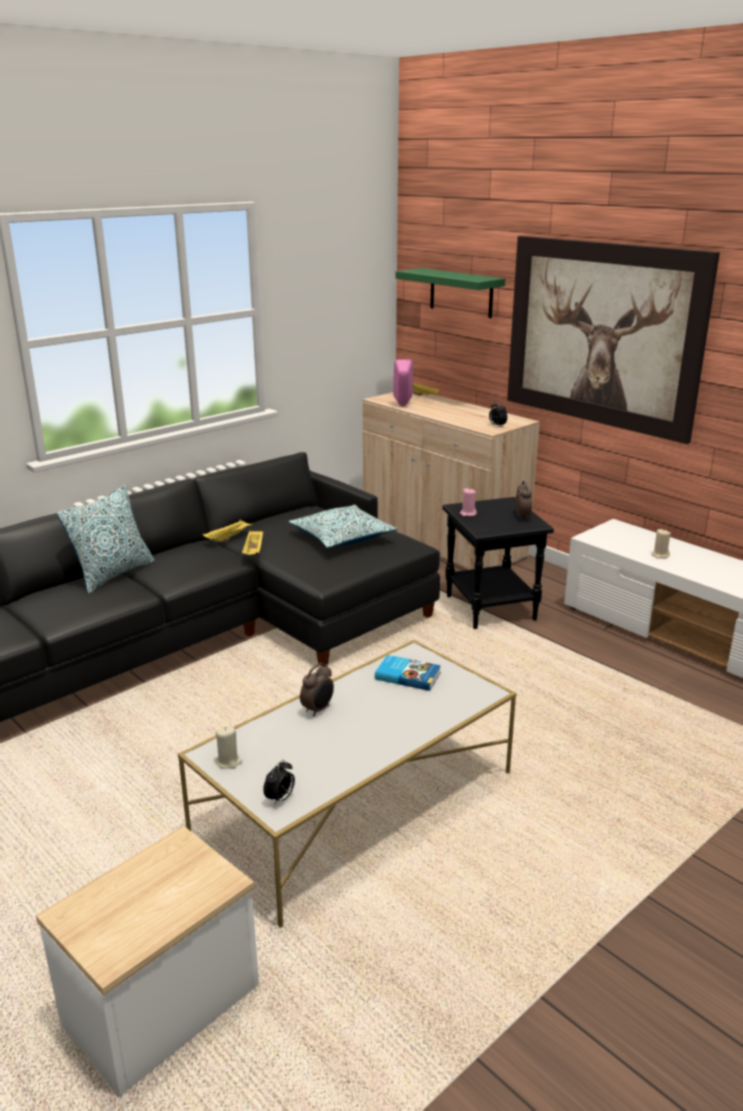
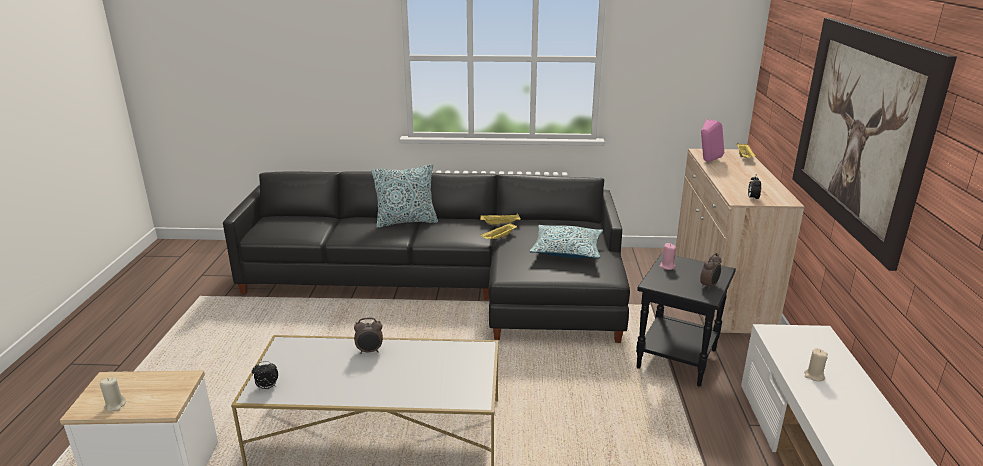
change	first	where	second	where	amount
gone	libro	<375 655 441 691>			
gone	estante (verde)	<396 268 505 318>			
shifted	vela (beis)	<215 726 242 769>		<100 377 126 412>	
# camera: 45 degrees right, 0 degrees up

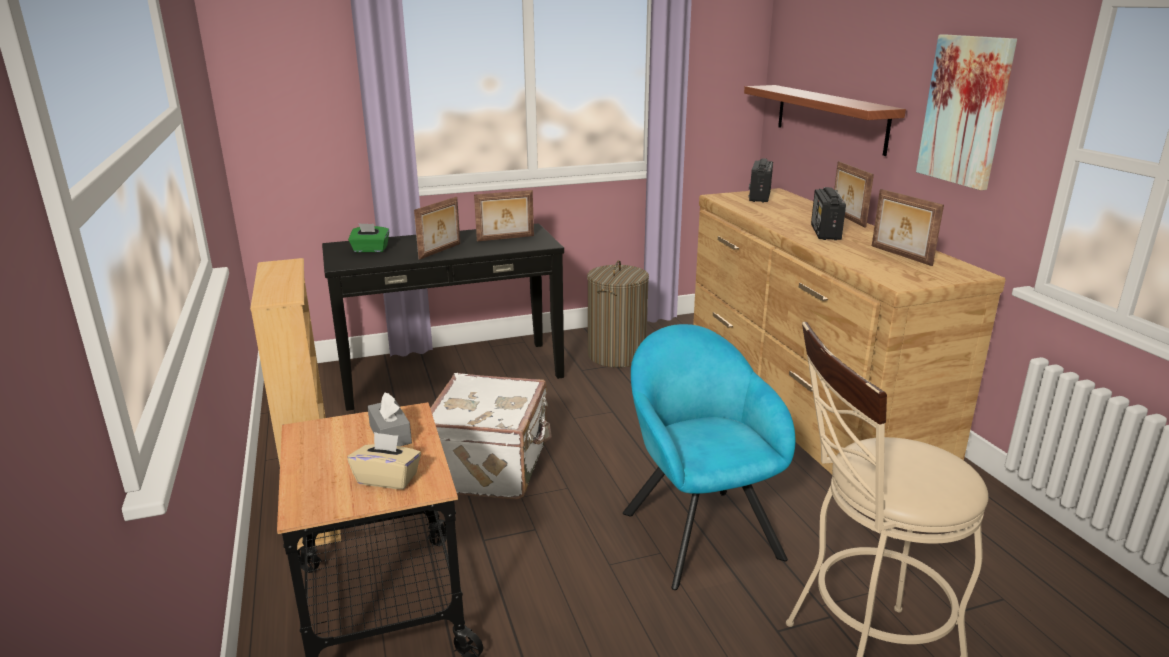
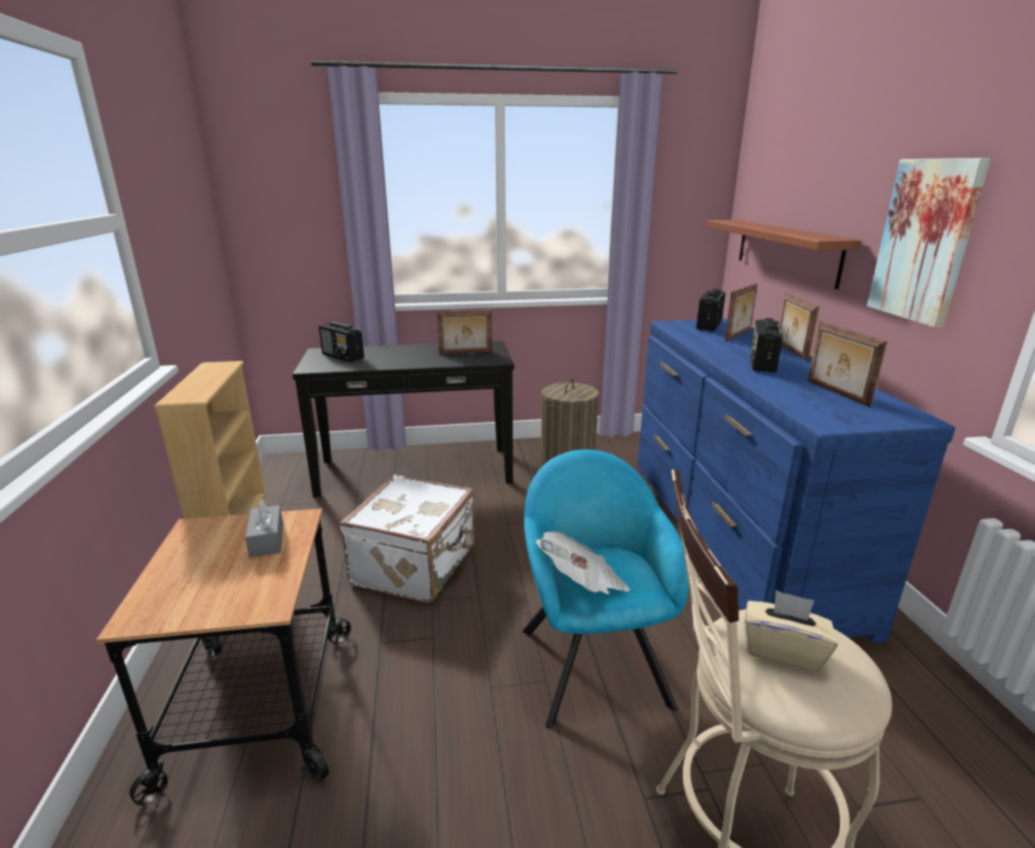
change	first	where	second	where	amount
new			periódico	<536 531 630 594>	
shifted	caja de pañuelos (beis)	<348 432 421 490>		<744 590 838 672>	
shifted	portarretratos	<414 197 460 260>		<725 283 757 341>	
swapped	caja de pañuelos (verde)	<348 223 389 252>	radio	<319 322 364 362>	
repainted	cómoda (marrón)	<693 188 1006 474>	cómoda (azul)	<638 319 955 643>	
# camera: 10 degrees right, 0 degrees up

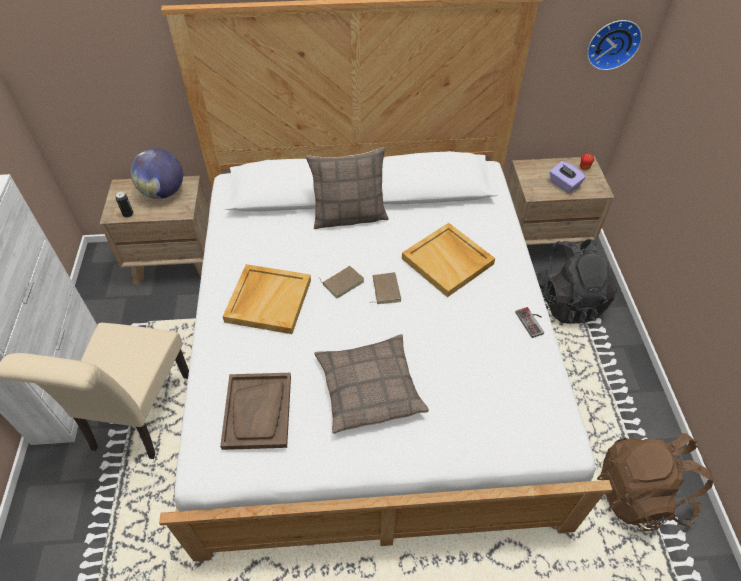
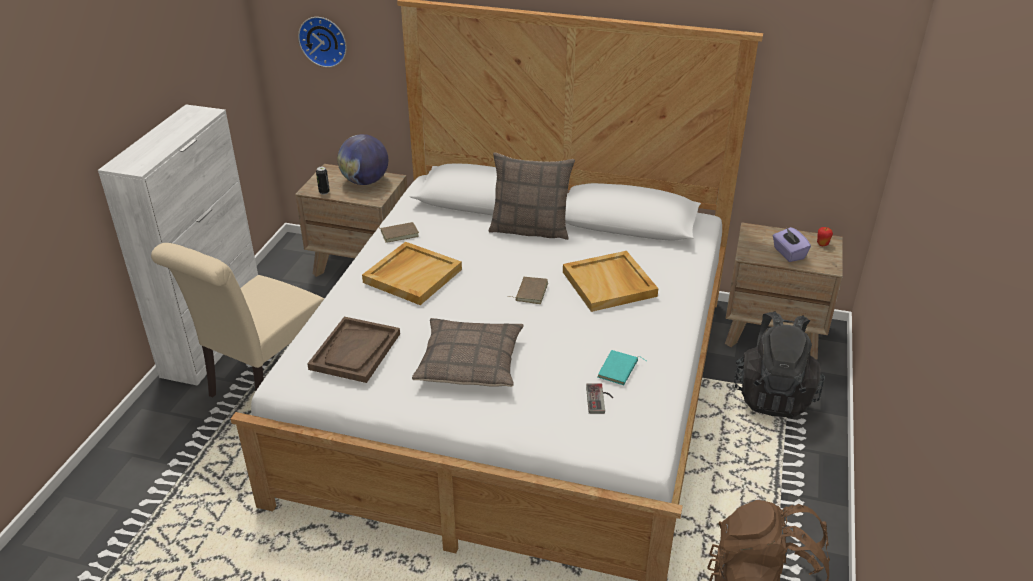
change	first	where	second	where	amount
new			libro (turquesa)	<597 350 646 385>	
shifted	libro (marrón)	<319 266 364 298>		<379 222 419 243>	
shifted	mando de consola	<515 307 544 338>		<586 383 613 414>	
shifted	reloj de pared	<587 20 642 70>		<298 17 347 67>	
# camera: 20 degrees right, 15 degrees down

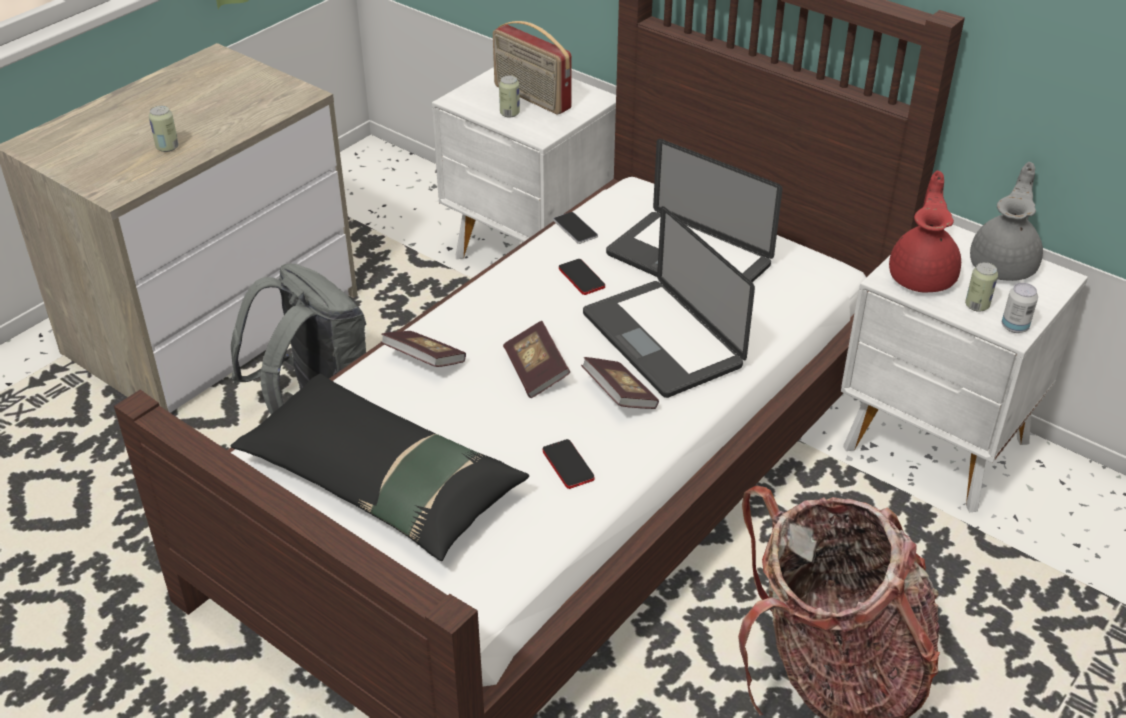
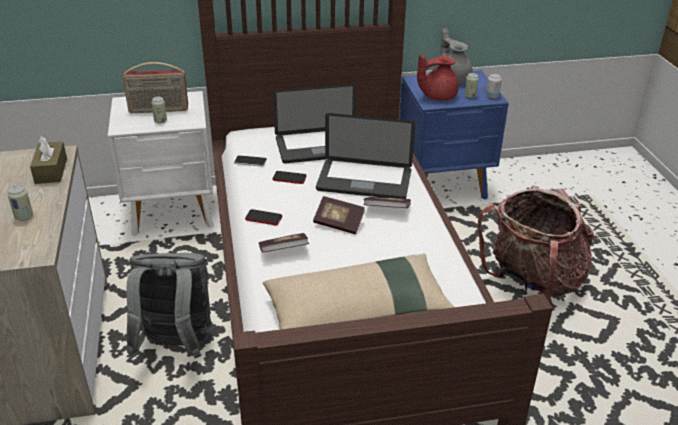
change	first	where	second	where	amount
new			caja de pañuelos (marrón)	<30 136 67 184>	
shifted	móvil	<543 439 594 489>		<245 209 282 225>	
repainted	cojín (negro)	<231 373 529 561>	cojín (beis)	<263 254 454 330>	
repainted	mesita de noche (blanco)	<841 225 1088 512>	mesita de noche (azul)	<399 70 509 200>	
rotated	tetera (rojo)	<889 170 961 292>		<417 55 459 101>	75 degrees counterclockwise
# camera: 50 degrees left, 5 degrees down

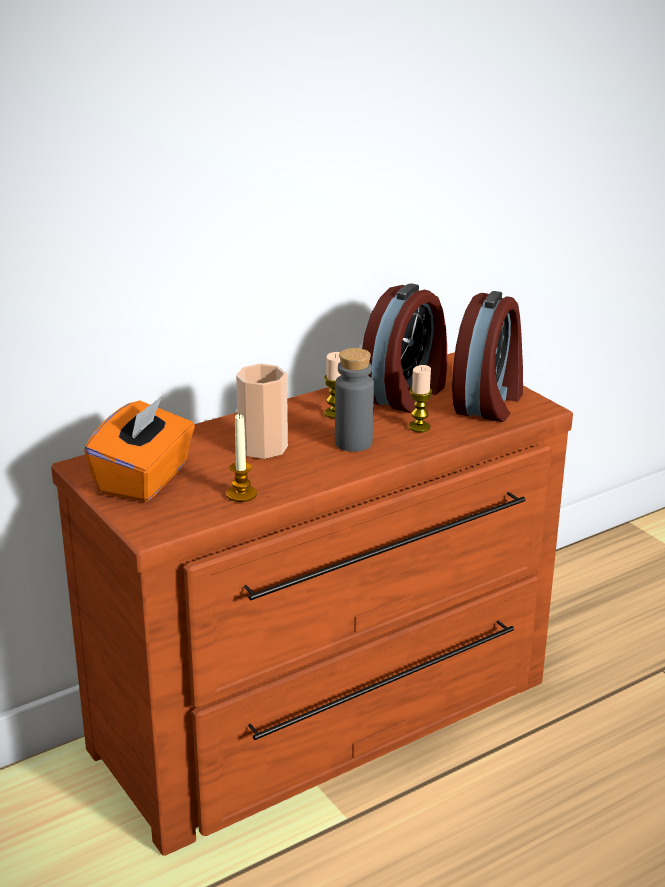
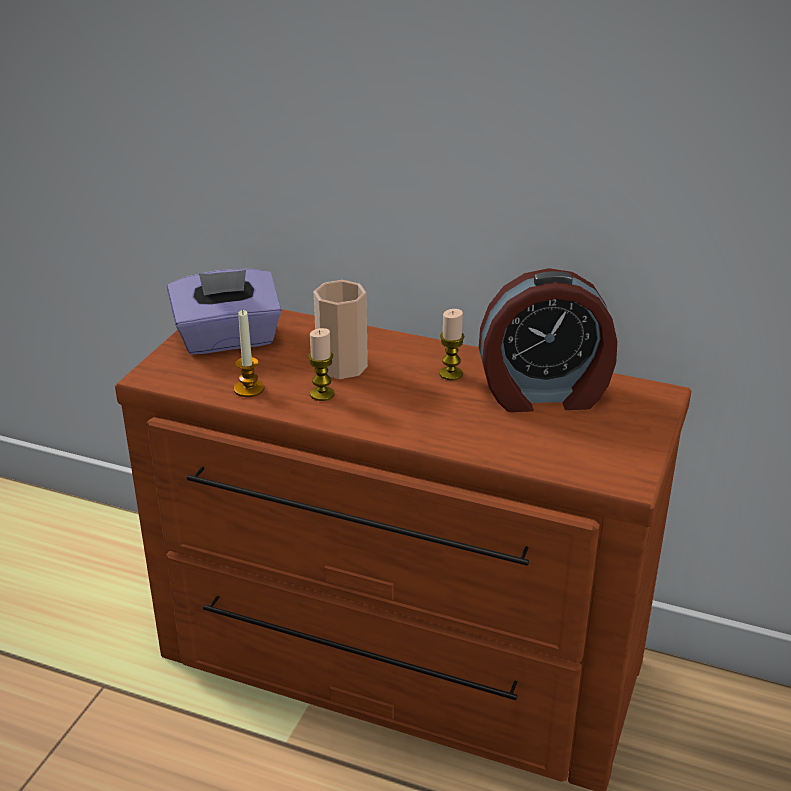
change	first	where	second	where	amount
gone	botella (gris)	<335 348 374 452>			
gone	despertador	<452 291 523 422>			
shifted	vela	<408 365 432 432>		<308 328 334 401>	
repainted	caja de pañuelos (naranja)	<84 396 195 502>	caja de pañuelos (morado)	<167 269 282 354>	
# camera: 55 degrees right, 5 degrees up

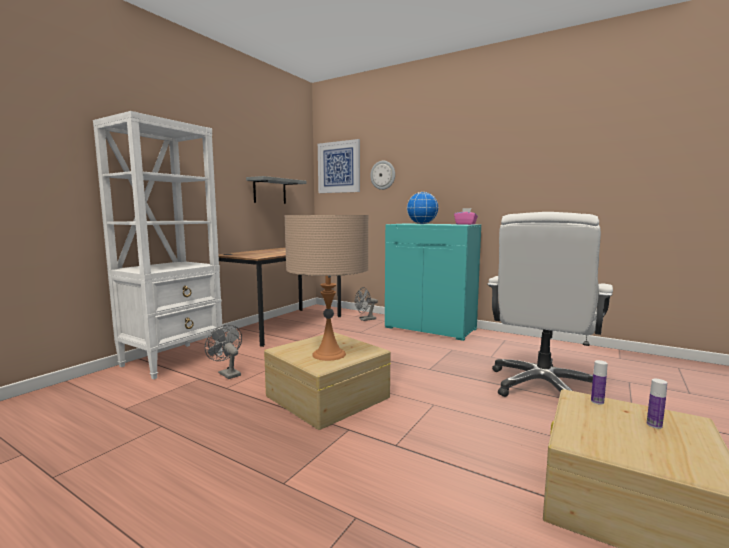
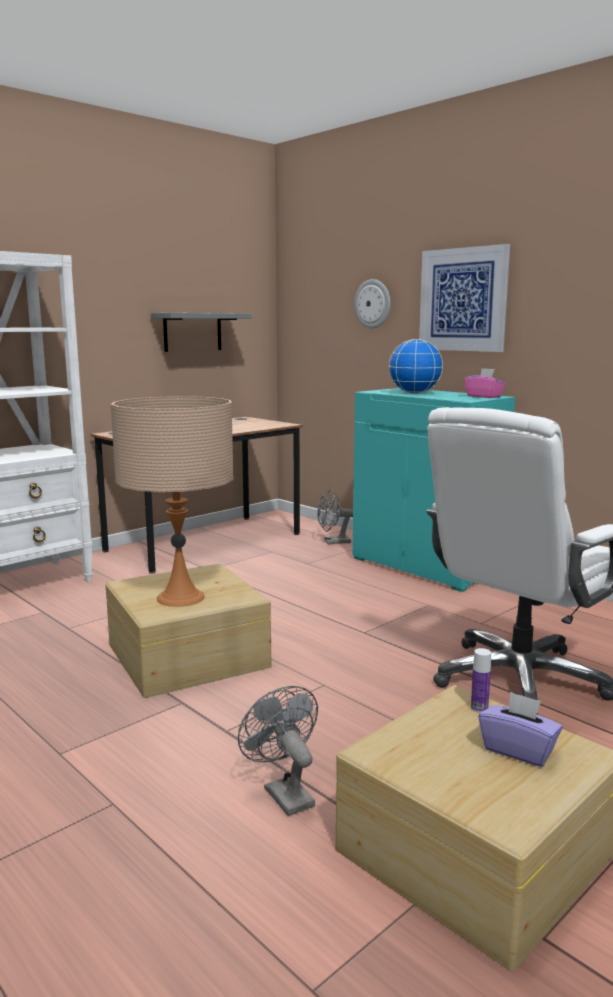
change	first	where	second	where	amount
shifted	ventilador (gris)	<205 325 242 379>		<238 686 318 816>	
shifted	cuadro	<318 139 360 193>		<419 244 510 352>	
swapped	botella	<647 379 667 429>	caja de pañuelos (morado)	<478 691 563 767>	
# camera: 15 degrees right, 5 degrees up

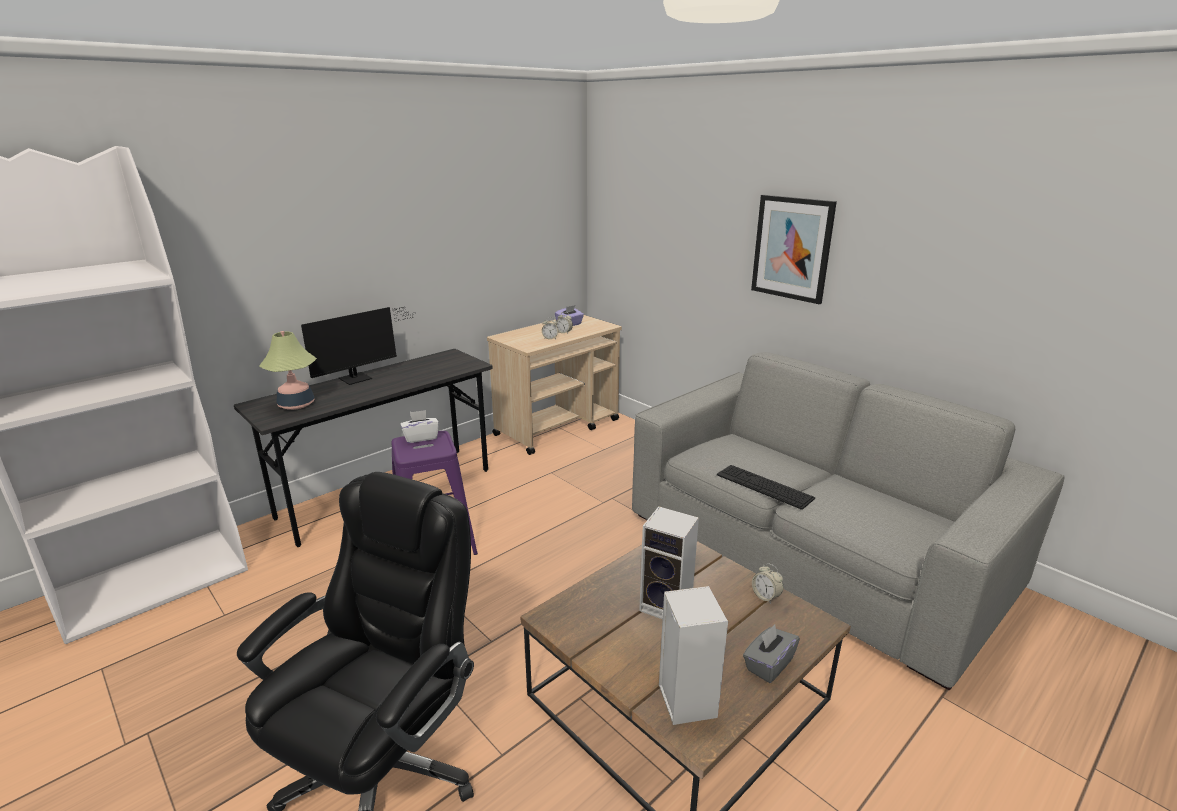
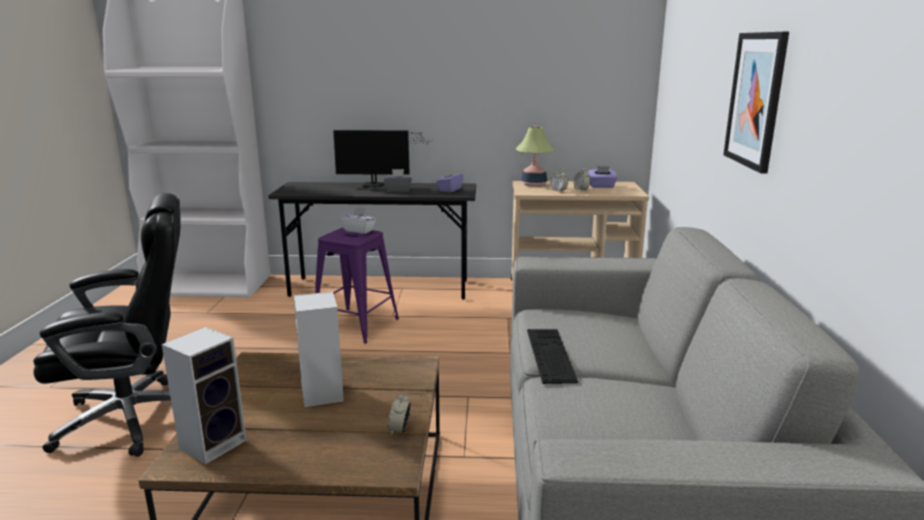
change	first	where	second	where	amount
new			caja de pañuelos (morado)	<436 168 464 193>	
shifted	lámpara de mesa	<259 331 317 410>		<516 125 555 186>	
shifted	caja de pañuelos (gris)	<743 624 800 683>		<383 169 412 192>	
# camera: 45 degrees right, 5 degrees down

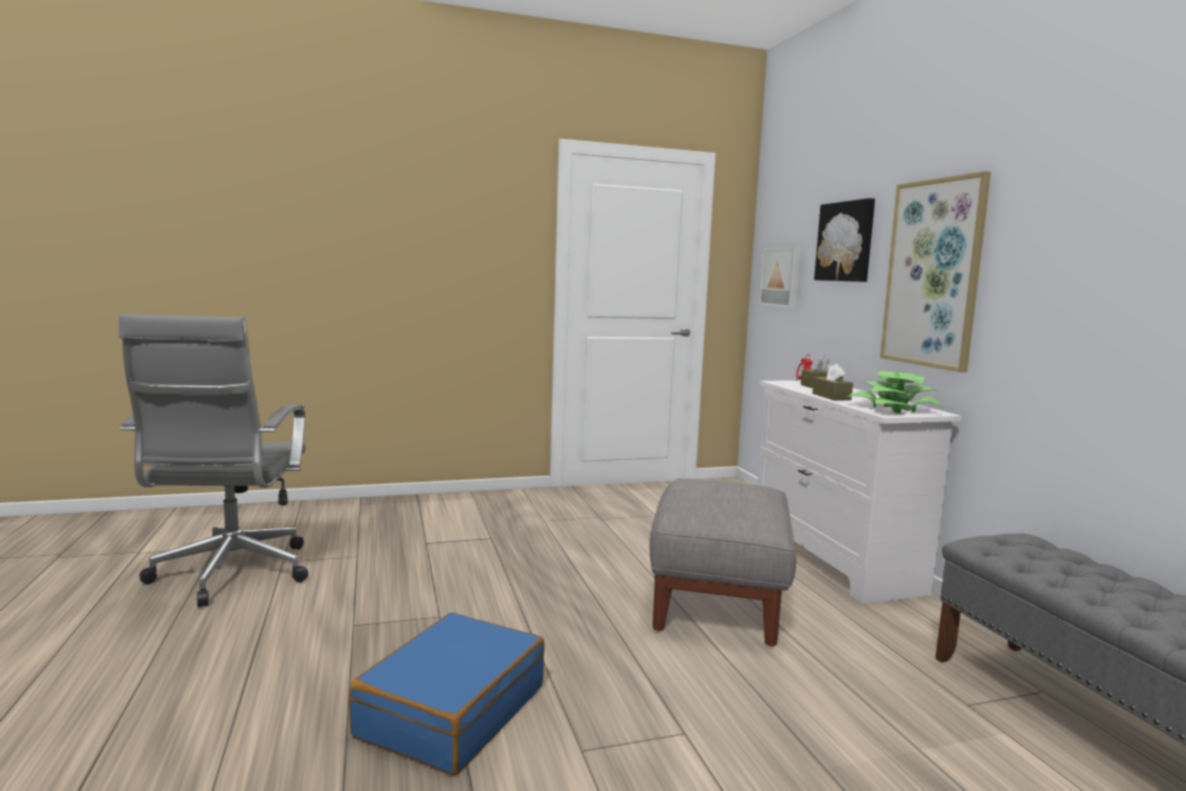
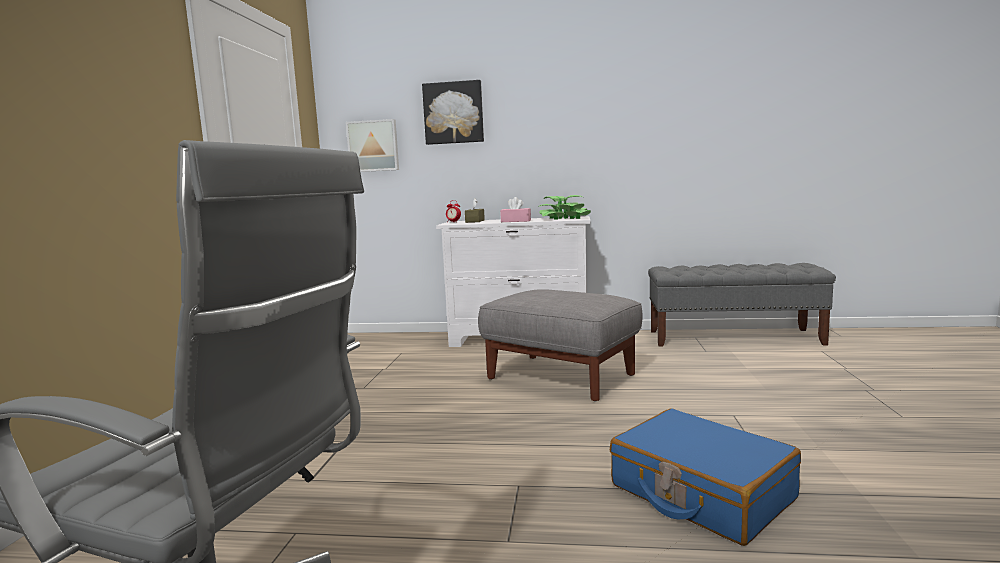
change	first	where	second	where	amount
gone	cuadro	<880 171 991 373>			
repainted	caja de pañuelos (marrón)	<812 364 853 400>	caja de pañuelos (rosa)	<500 197 531 222>	
# camera: 65 degrees left, 0 degrees up

